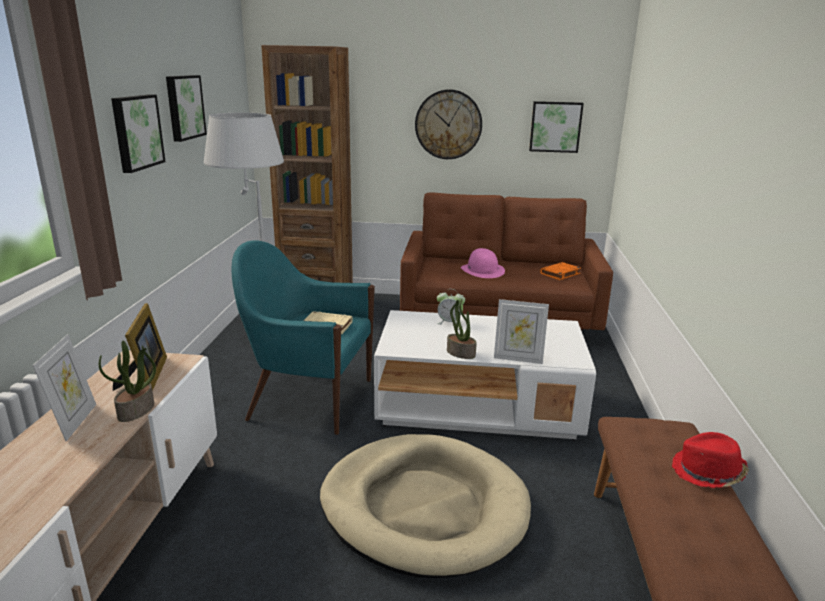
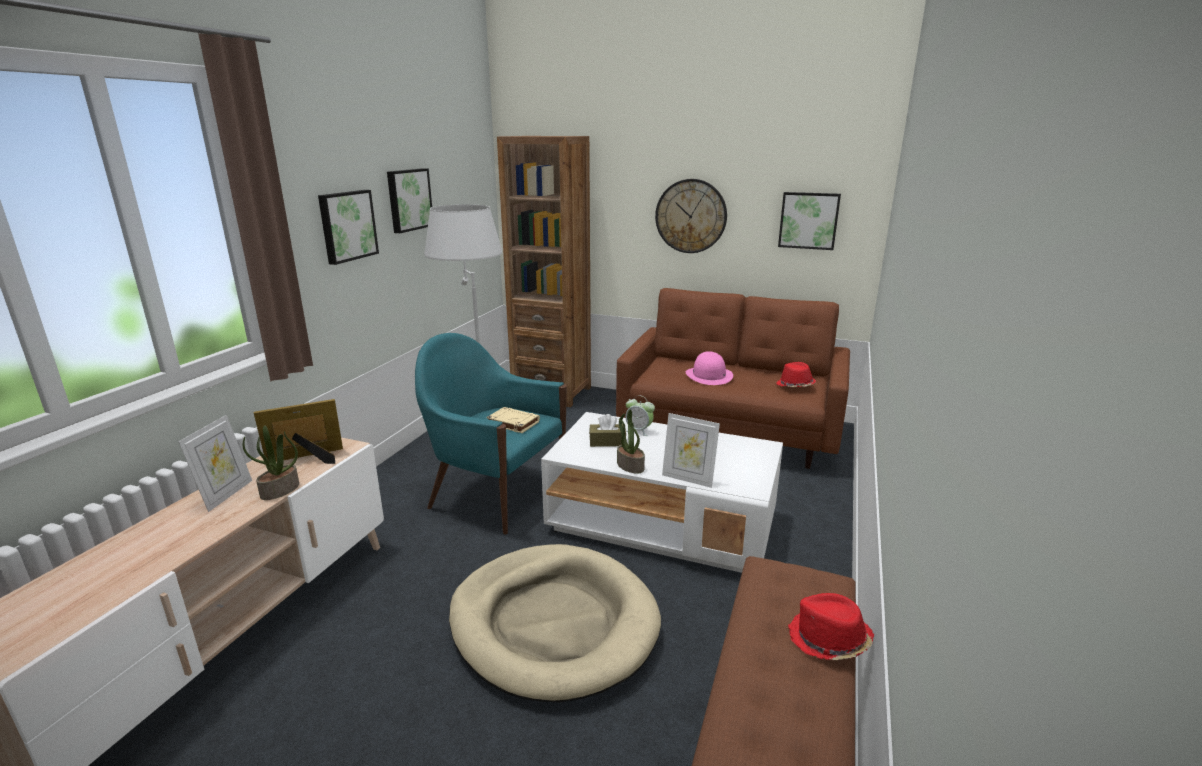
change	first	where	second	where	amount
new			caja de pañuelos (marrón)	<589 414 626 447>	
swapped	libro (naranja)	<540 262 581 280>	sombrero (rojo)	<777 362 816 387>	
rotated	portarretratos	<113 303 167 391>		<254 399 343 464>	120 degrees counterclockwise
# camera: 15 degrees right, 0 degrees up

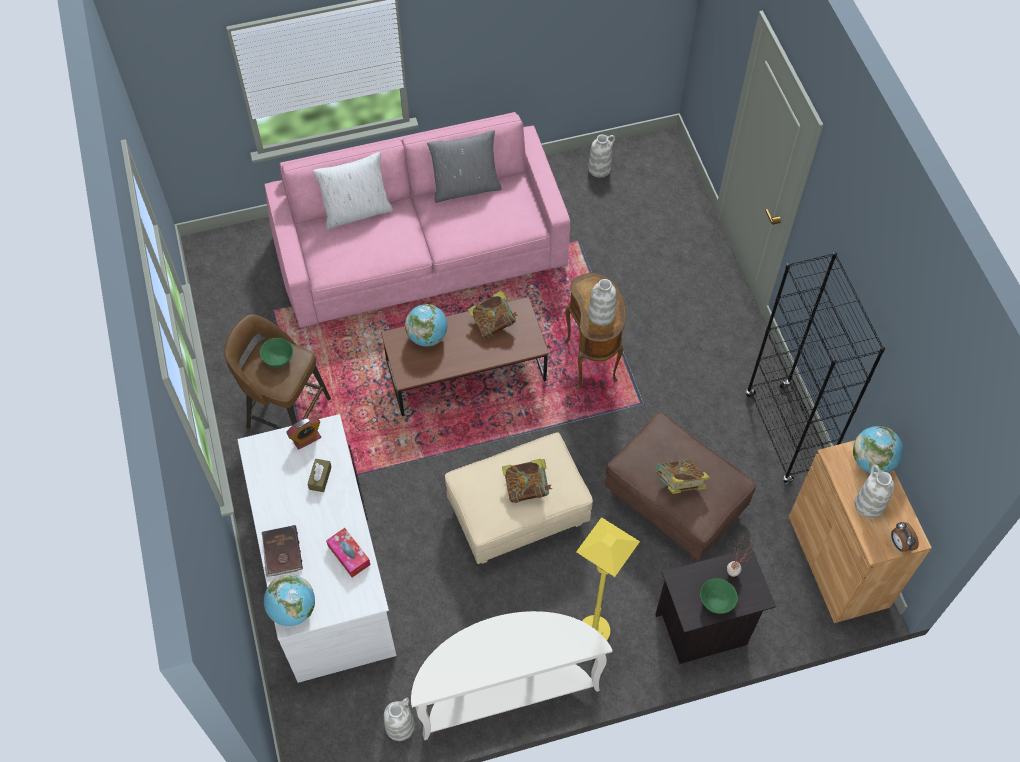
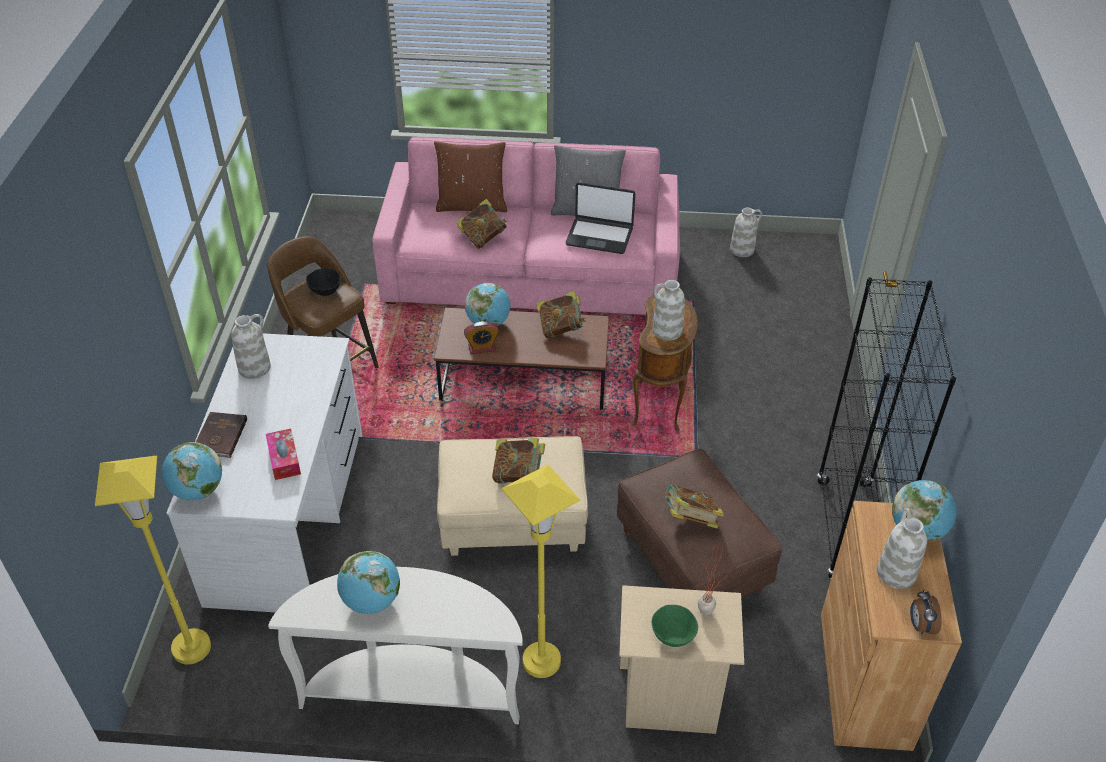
change	first	where	second	where	amount
gone	caja de pañuelos (marrón)	<308 459 331 492>			
new			lámpara de pie (amarillo)	<95 455 211 664>	
new			globo terráqueo	<337 551 400 614>	
new			libro	<456 199 508 249>	
new			portátil	<566 182 635 254>	
shifted	despertador	<286 416 321 450>		<464 322 499 354>	
shifted	florero (blanco)	<384 698 415 741>		<231 314 271 379>	
repainted	cuenco (verde)	<260 338 293 367>	cuenco (negro)	<306 268 341 296>	
repainted	cojín (blanco)	<313 152 393 230>	cojín (marrón)	<434 142 507 212>	
repainted	mesita de noche (negro)	<655 548 776 664>	mesita de noche (beis)	<619 585 744 734>	
# camera: 20 degrees right, 15 degrees down

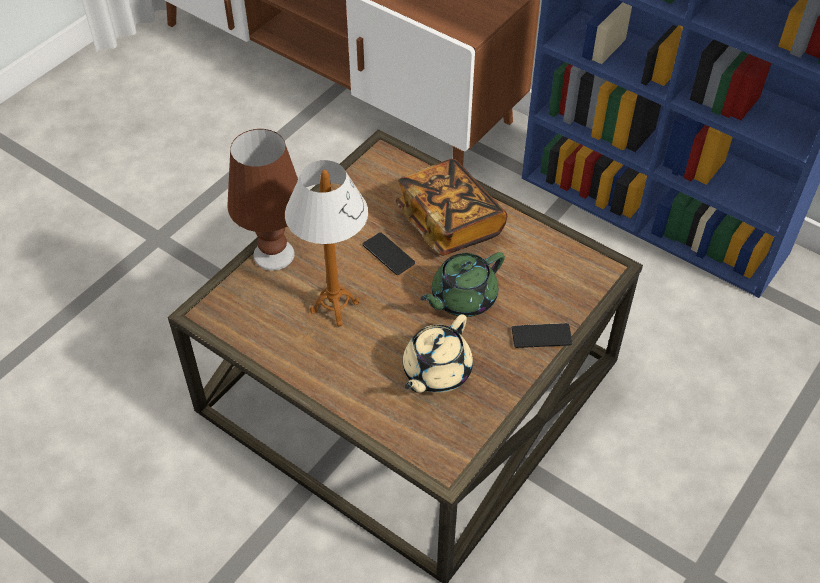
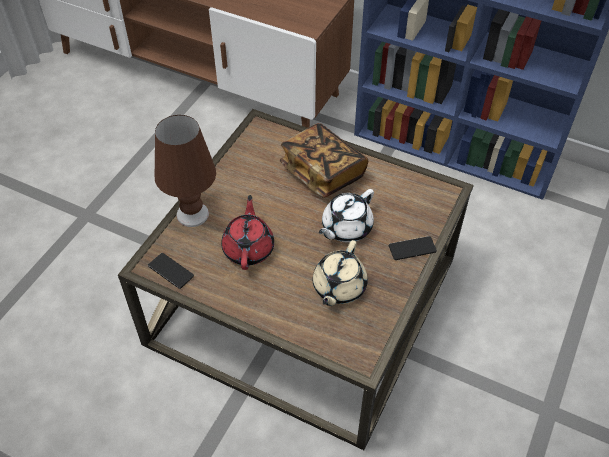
change	first	where	second	where	amount
shifted	móvil	<363 232 415 275>		<148 253 194 289>	
swapped	lámpara de mesa	<285 160 368 326>	tetera (rojo)	<221 195 274 270>	
repainted	tetera (verde)	<420 252 505 317>	tetera (blanco)	<319 189 374 242>	
# camera: 10 degrees left, 0 degrees up

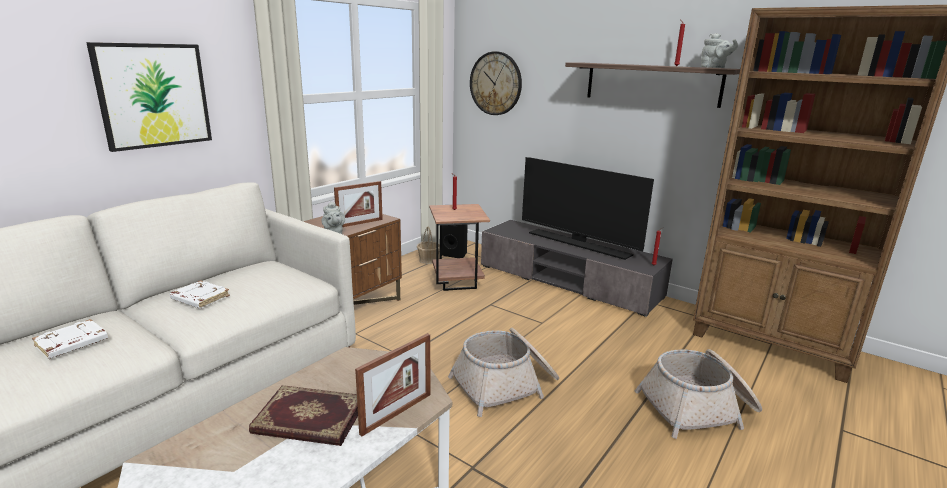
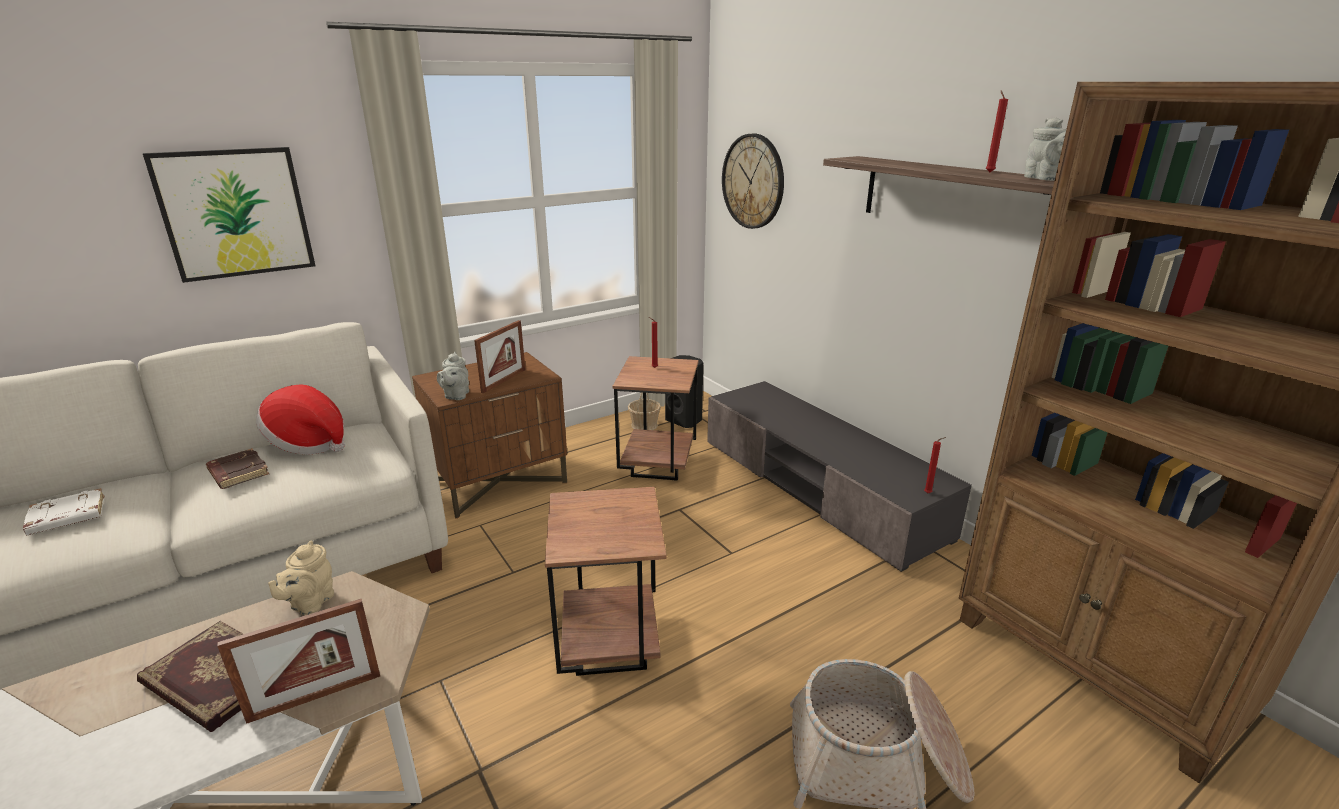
change	first	where	second	where	amount
gone	televisor	<522 157 654 260>			
new			sombrero	<256 384 345 455>	
new			tetera (beis)	<268 541 334 615>	
swapped	cesta	<448 328 559 417>	mesa auxiliar (marrón)	<545 487 667 676>	
repainted	libro (blanco)	<170 280 230 309>	libro (marrón)	<206 448 269 489>	
rotated	portarretratos	<334 181 383 227>		<474 320 526 393>	45 degrees counterclockwise
# camera: 20 degrees right, 5 degrees up

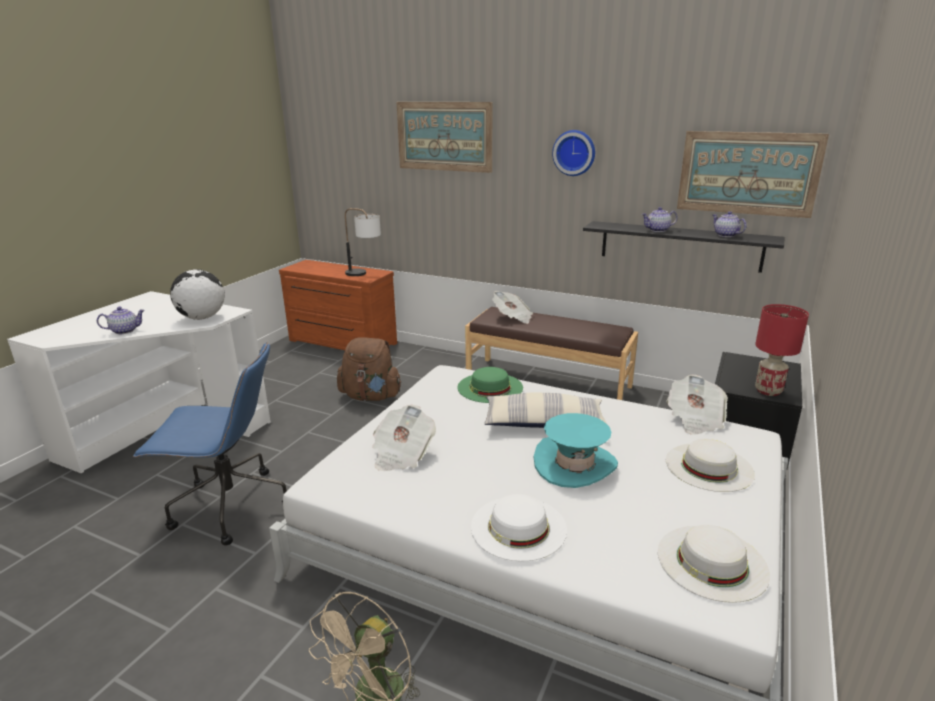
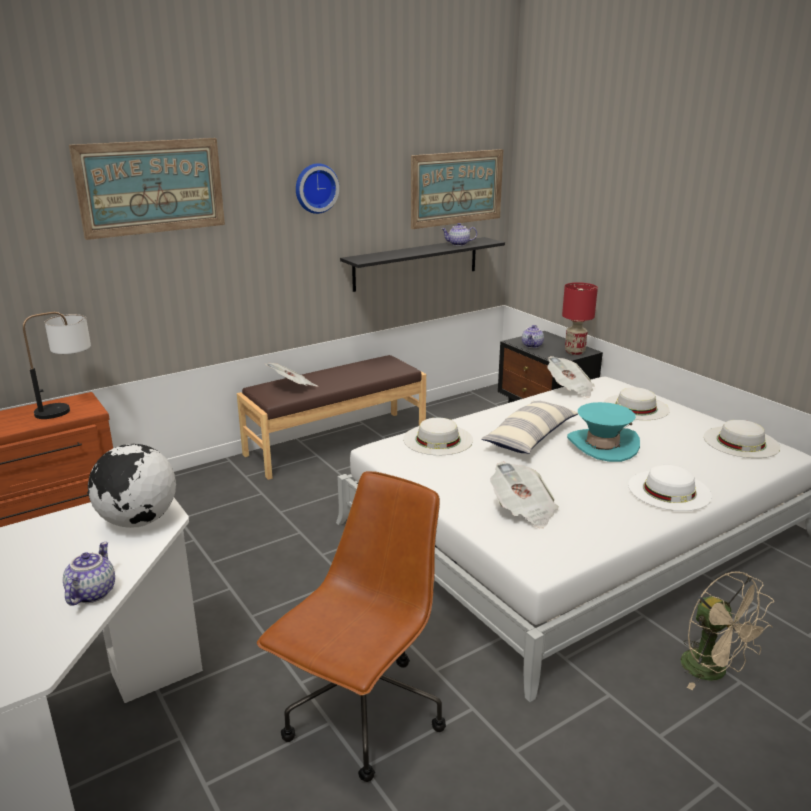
change	first	where	second	where	amount
gone	mochila (marrón)	<337 337 401 401>			
shifted	tetera	<641 207 677 232>		<522 325 544 348>	
repainted	silla de oficina (azul)	<133 342 287 545>	silla de oficina (marrón)	<257 471 446 782>	
repainted	sombrero (verde)	<458 367 523 403>	sombrero (blanco)	<403 418 473 455>	
# camera: 60 degrees left, 0 degrees up

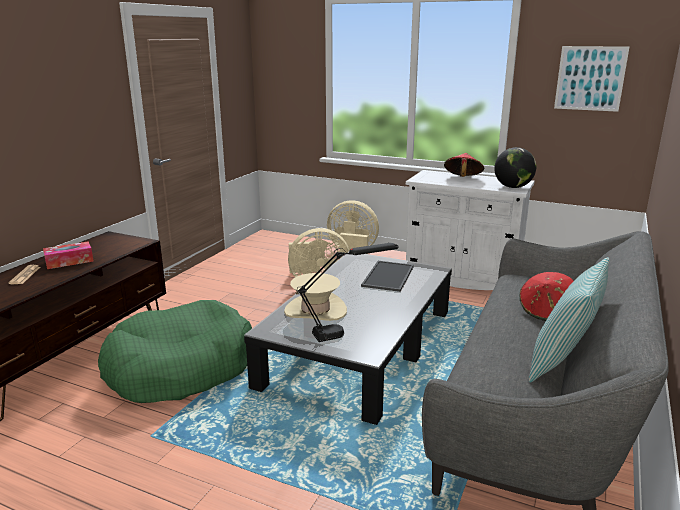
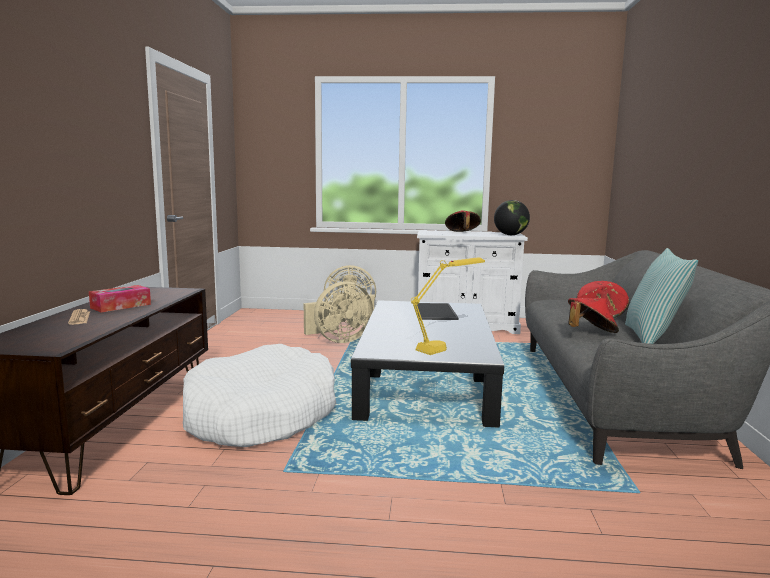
change	first	where	second	where	amount
gone	sombrero (beis)	<284 273 347 321>			
gone	cuadro	<554 46 629 112>			
new			sombrero (rojo)	<568 298 619 333>	
repainted	cama para perro (verde)	<98 300 252 403>	cama para perro (blanco)	<183 344 336 447>	
repainted	lámpara de mesa (negro)	<297 243 398 342>	lámpara de mesa (amarillo)	<411 258 485 355>	
# camera: 20 degrees left, 10 degrees down

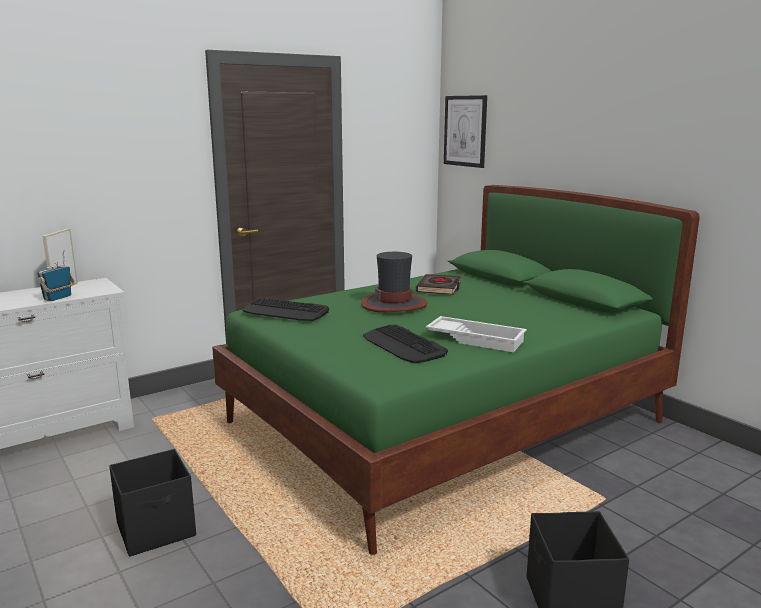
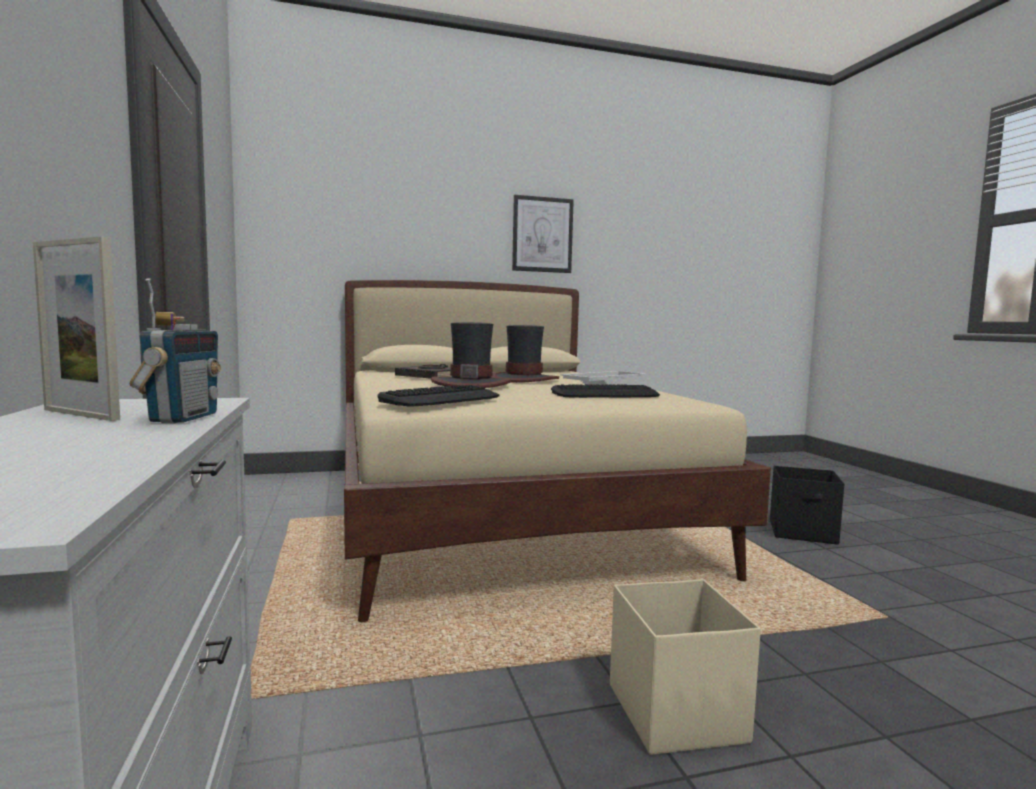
change	first	where	second	where	amount
new			sombrero	<491 325 559 383>	
shifted	cuadro	<444 95 487 168>		<512 195 574 273>	
repainted	caja de almacenaje (negro)	<109 449 196 557>	caja de almacenaje (beis)	<610 579 761 755>	
repainted	cama (verde)	<212 185 700 555>	cama (beis)	<344 280 771 622>	
rotated	radio	<37 250 75 301>		<130 278 221 423>	135 degrees counterclockwise
# camera: 70 degrees left, 10 degrees down

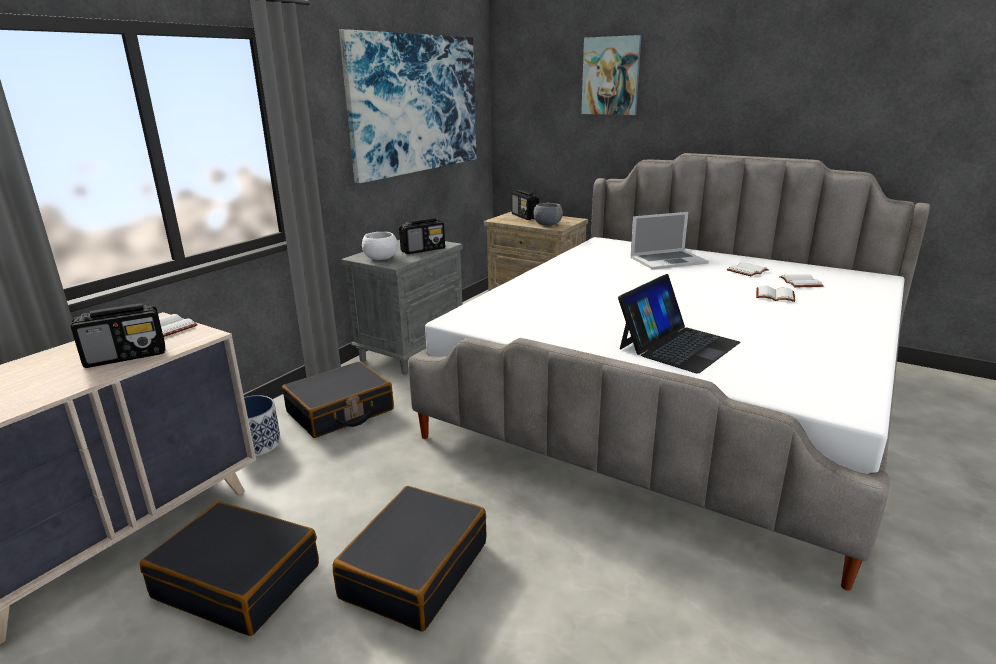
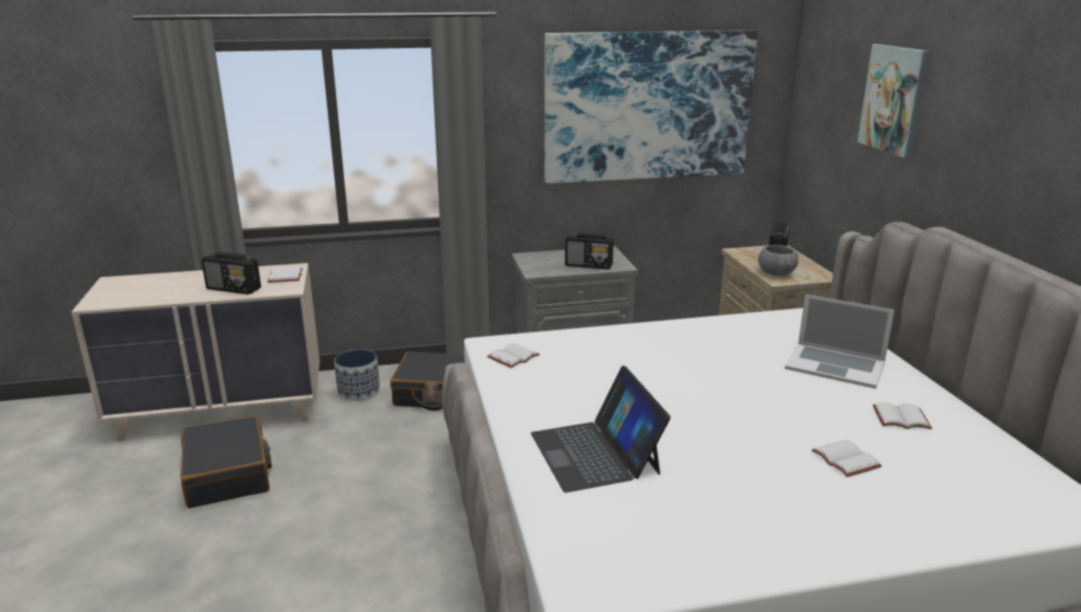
change	first	where	second	where	amount
gone	maleta (negro)	<333 486 487 632>			
gone	cuenco (blanco)	<362 232 398 260>			
shifted	libro (blanco)	<779 274 824 287>		<487 343 540 368>	
rotated	portátil	<618 274 740 373>		<531 366 671 493>	75 degrees clockwise
# camera: 45 degrees right, 0 degrees up

